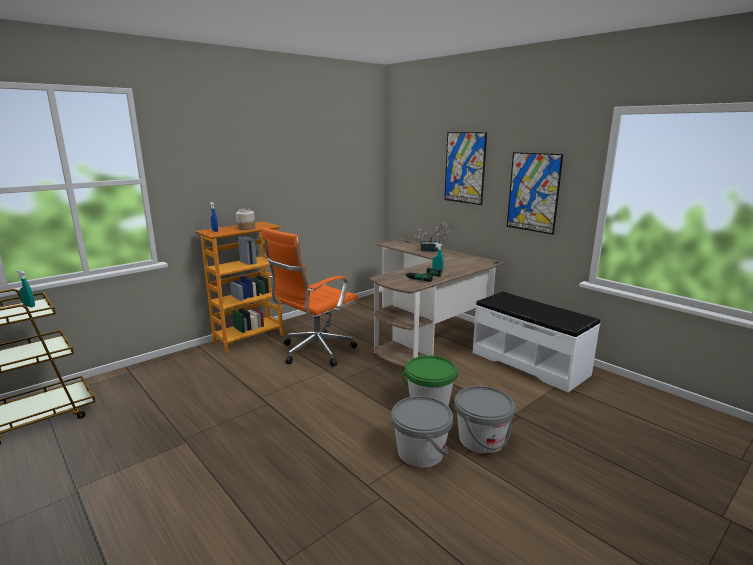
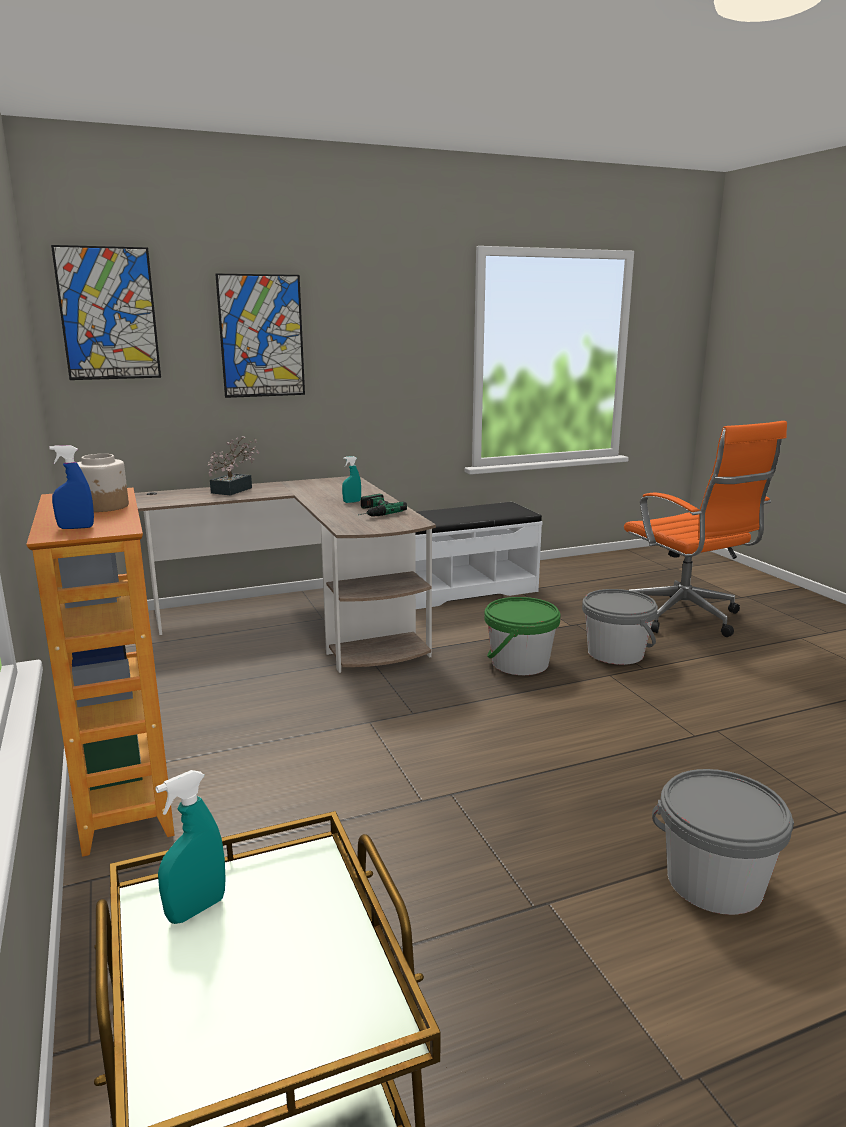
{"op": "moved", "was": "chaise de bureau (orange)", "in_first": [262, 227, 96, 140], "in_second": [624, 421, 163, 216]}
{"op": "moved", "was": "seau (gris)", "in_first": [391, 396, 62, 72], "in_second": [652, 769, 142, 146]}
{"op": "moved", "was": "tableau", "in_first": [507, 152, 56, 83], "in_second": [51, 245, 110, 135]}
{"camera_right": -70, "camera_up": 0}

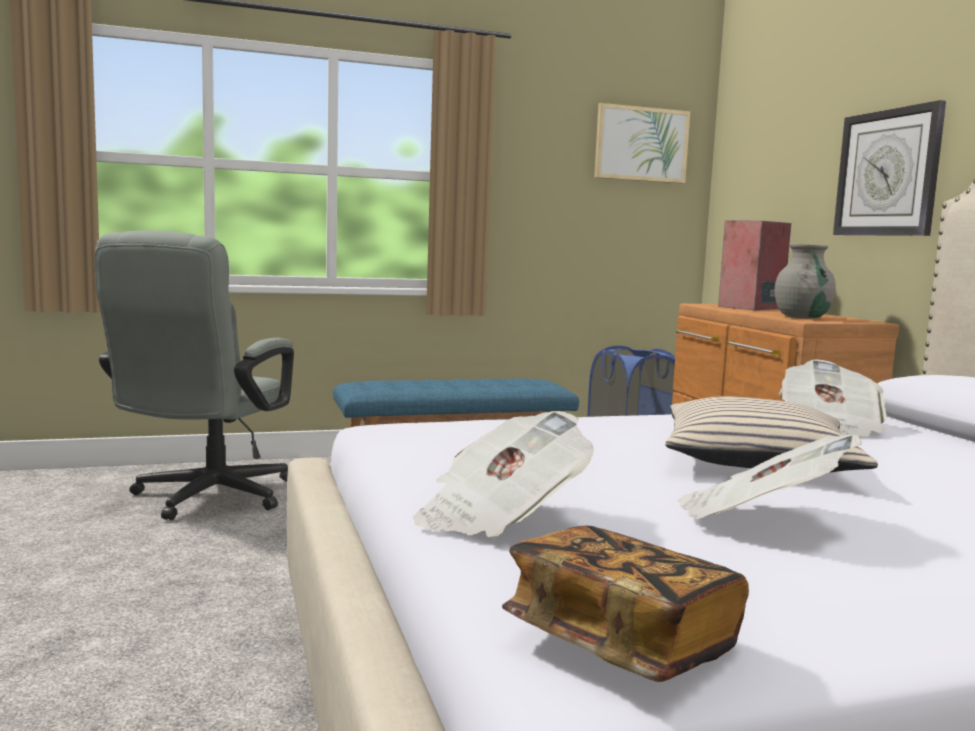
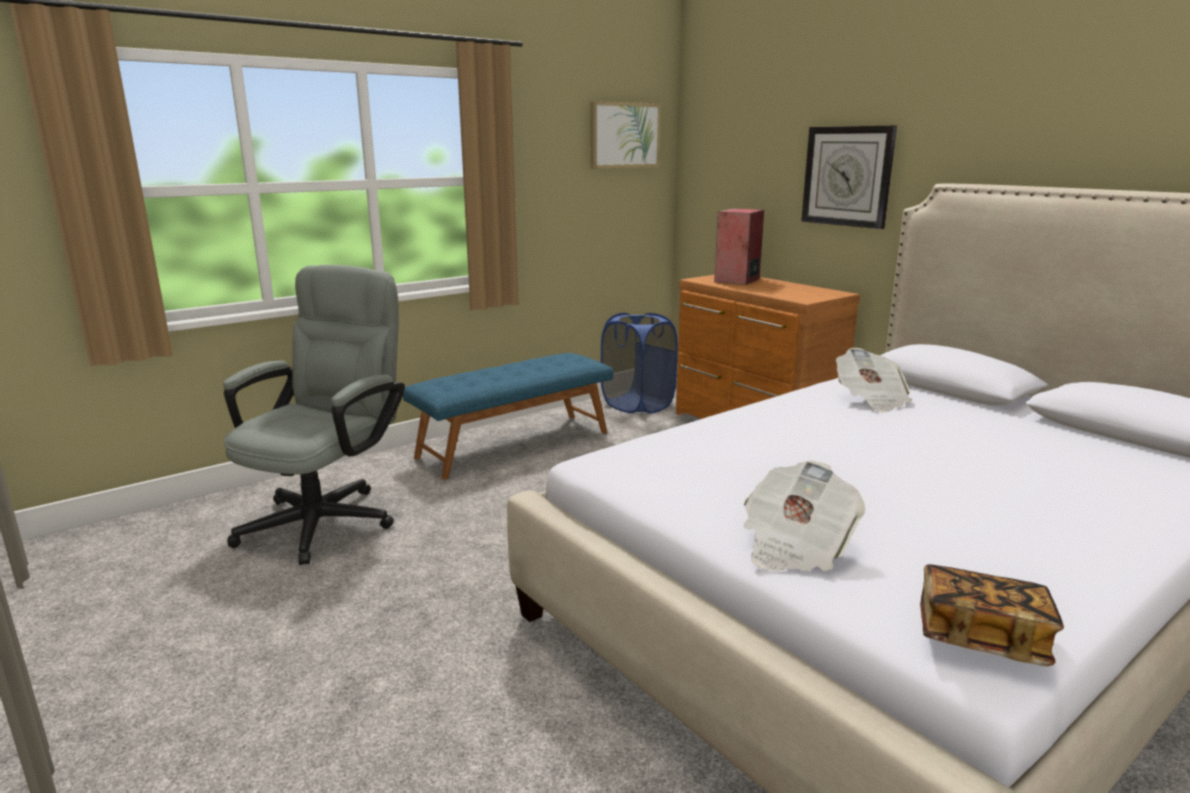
{"op": "removed", "was": "coussin (beige)", "in_first": [665, 396, 213, 77]}
{"op": "removed", "was": "journal", "in_first": [678, 435, 184, 85]}
{"op": "removed", "was": "vase (gris)", "in_first": [775, 244, 61, 75]}
{"op": "turned", "was": "chaise de bureau (gris)", "in_first": [94, 231, 200, 289], "in_second": [223, 265, 182, 300], "clockwise": -150}
{"camera_right": -20, "camera_up": 10}

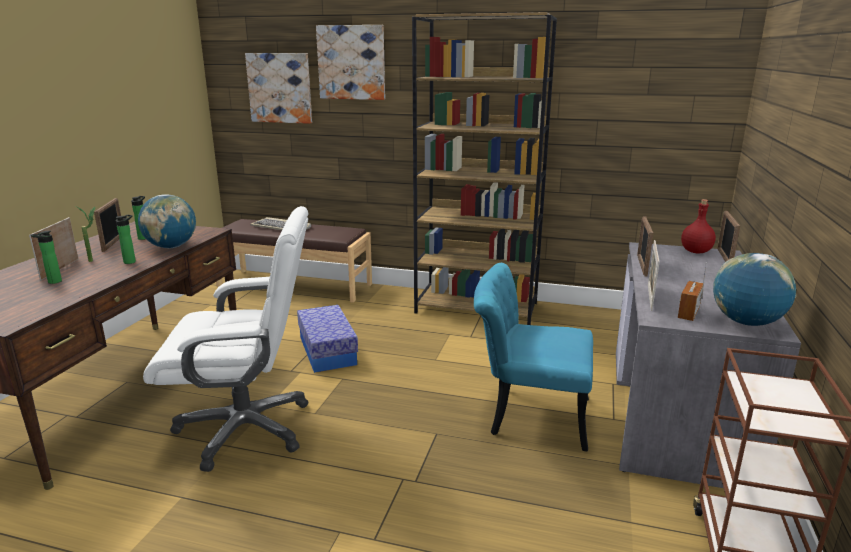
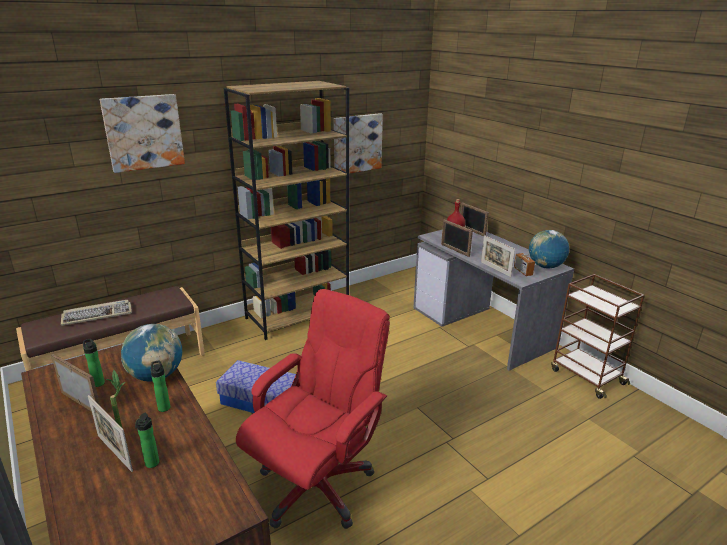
{"op": "removed", "was": "chaise (turquoise)", "in_first": [474, 263, 119, 189]}
{"op": "moved", "was": "tableau", "in_first": [245, 53, 67, 71], "in_second": [334, 113, 49, 60]}
{"op": "recoloured", "was": "chaise de bureau (blanc)", "now": "chaise de bureau (rouge)", "in_first": [143, 206, 165, 266], "in_second": [236, 289, 154, 240]}
{"camera_right": -50, "camera_up": 5}

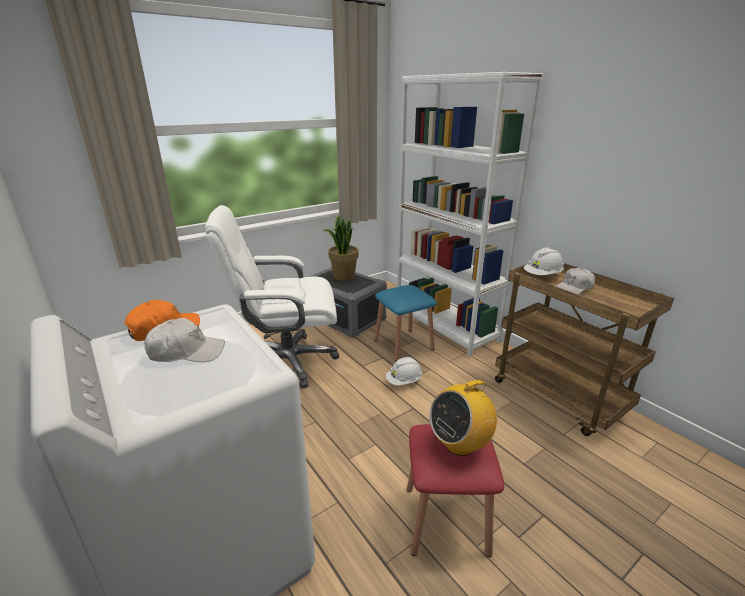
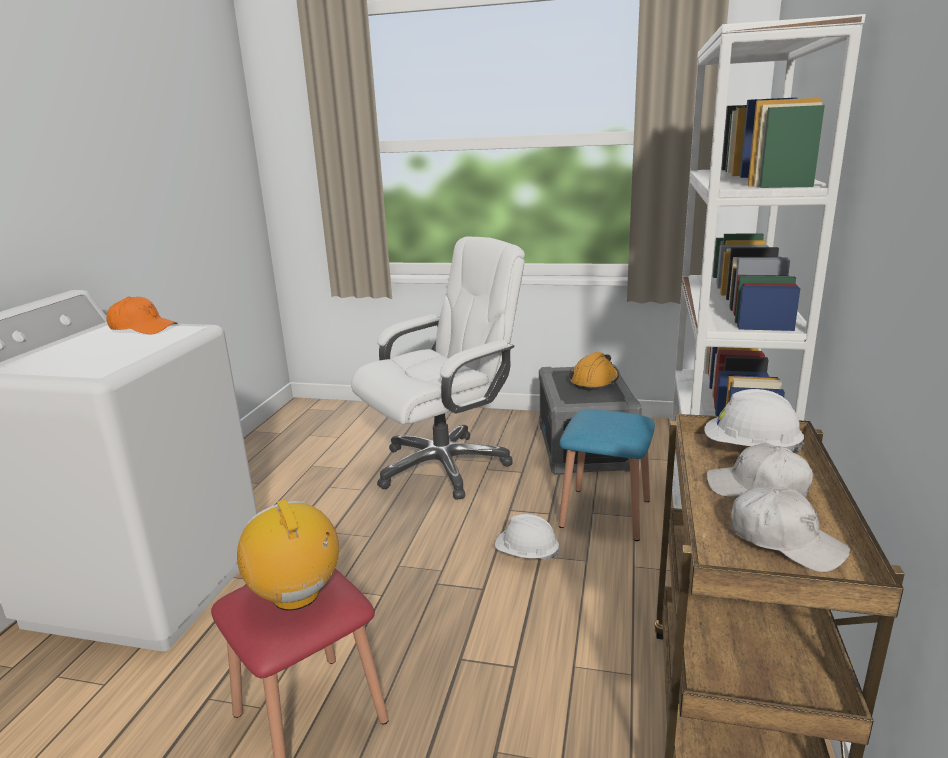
{"op": "moved", "was": "casquette (blanc)", "in_first": [145, 318, 80, 44], "in_second": [731, 486, 120, 86]}
{"op": "replaced", "was": "plante en pot", "now": "casque de chantier (orange)", "in_first": [324, 216, 35, 65], "in_second": [569, 352, 50, 39]}
{"op": "turned", "was": "chaise de bureau (blanc)", "in_first": [205, 205, 134, 183], "in_second": [351, 236, 174, 264], "clockwise": 105}
{"op": "turned", "was": "radio", "in_first": [429, 375, 68, 81], "in_second": [237, 499, 102, 112], "clockwise": 45}
{"camera_right": 50, "camera_up": -5}

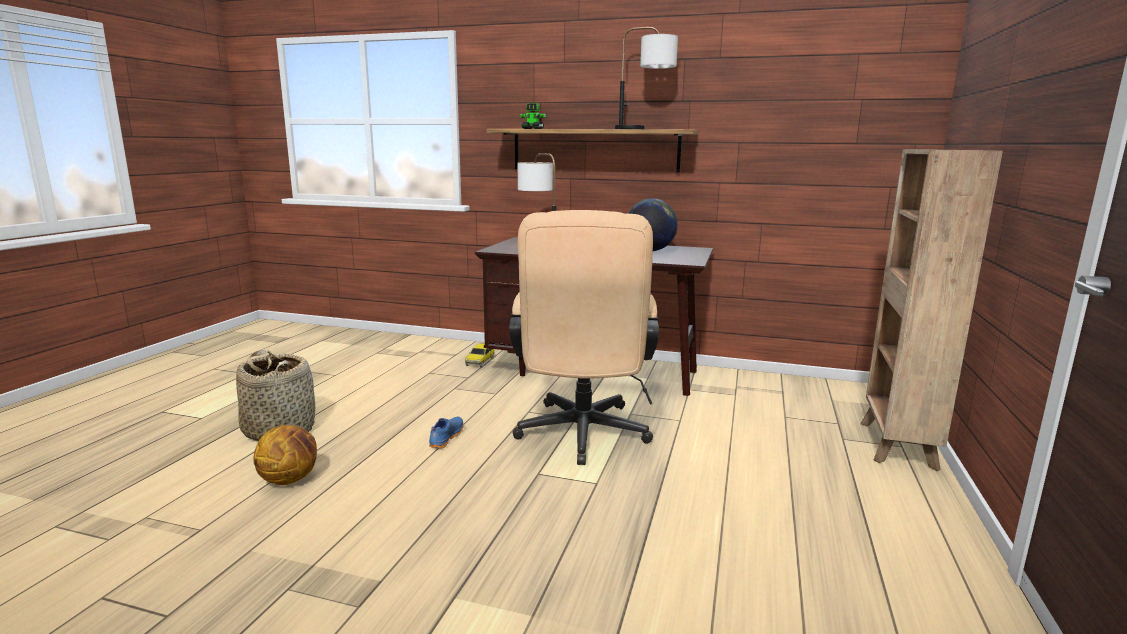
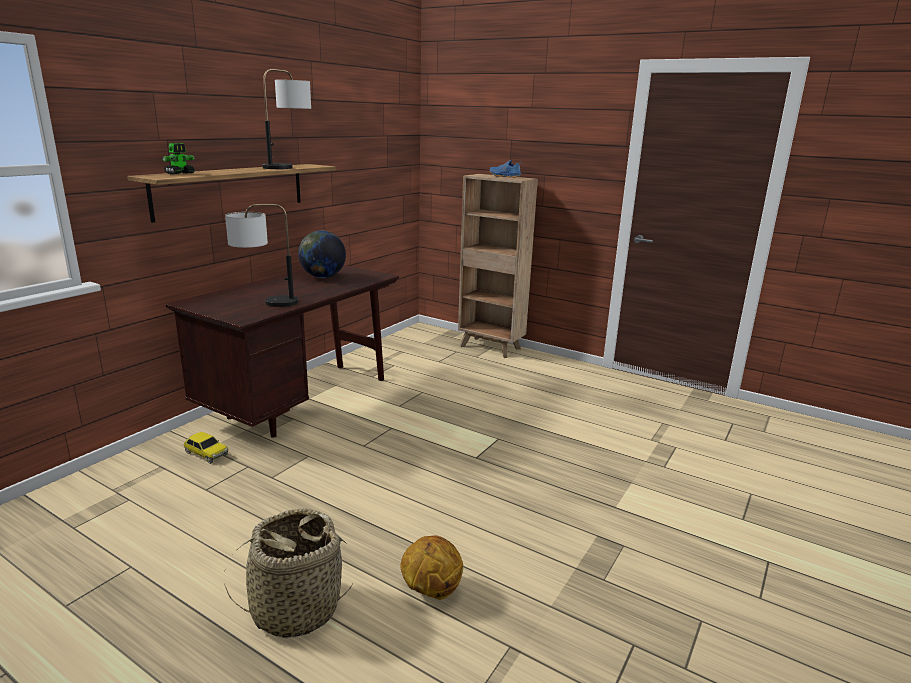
{"op": "removed", "was": "chaise de bureau (beige)", "in_first": [509, 210, 150, 255]}
{"op": "moved", "was": "chaussure (bleu)", "in_first": [429, 417, 34, 32], "in_second": [490, 160, 32, 18]}
{"camera_right": -75, "camera_up": 5}

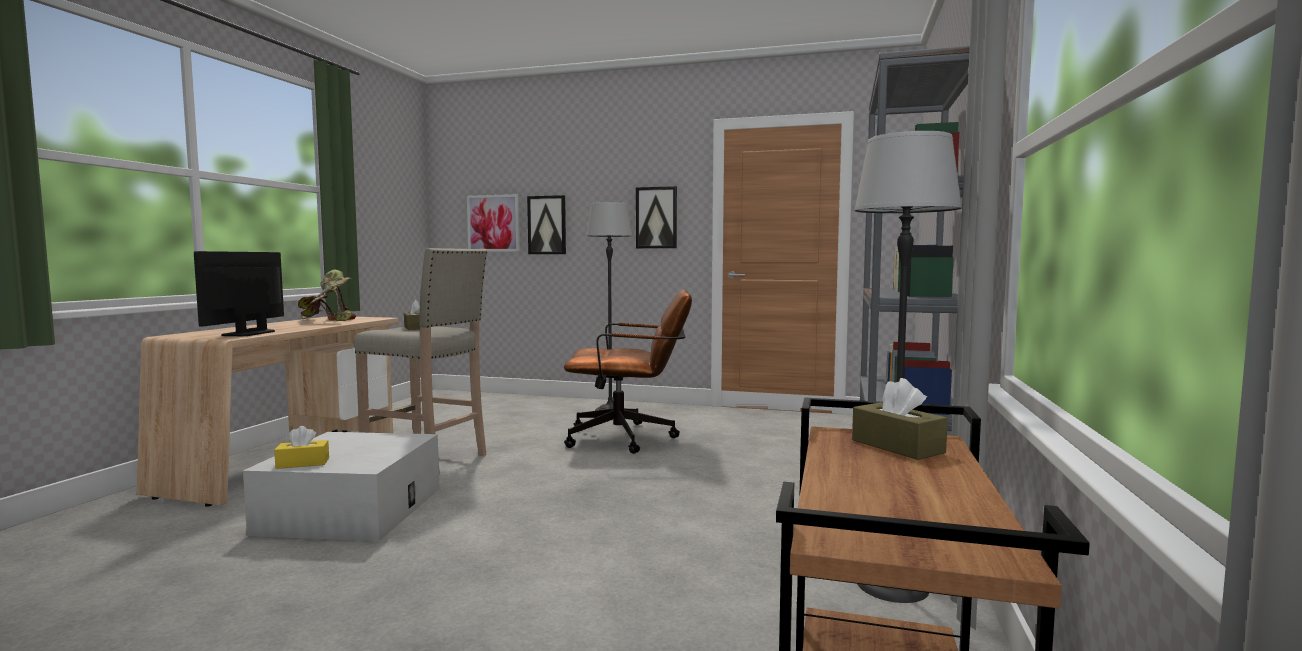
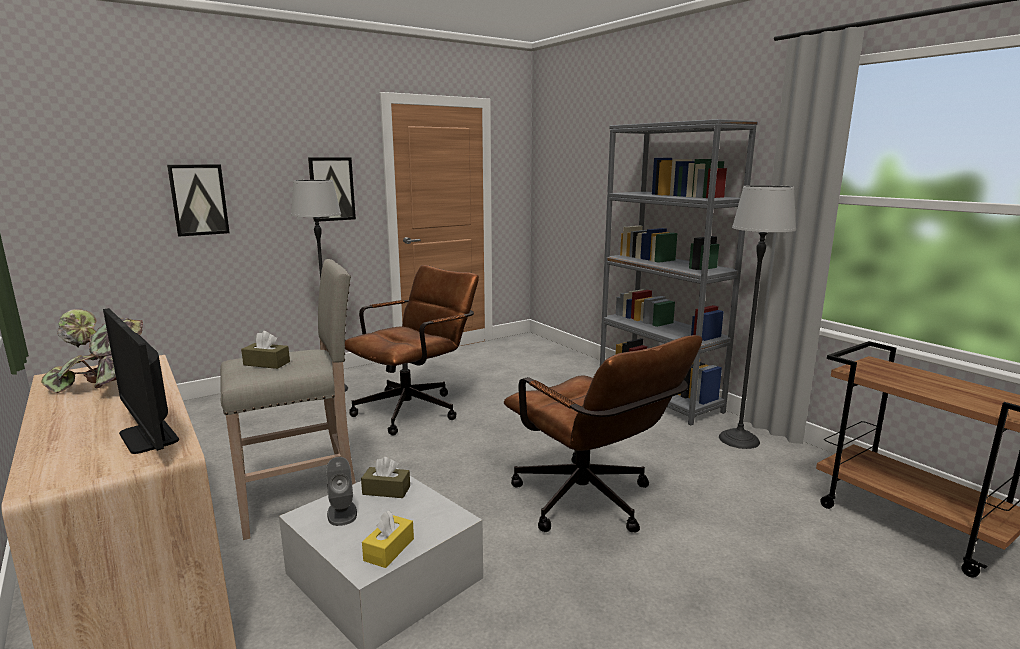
{"op": "removed", "was": "tableau", "in_first": [467, 194, 53, 58]}
{"op": "added", "now": "enceinte (gris)", "in_second": [326, 457, 31, 69]}
{"op": "added", "now": "chaise de bureau (marron)", "in_second": [504, 335, 198, 198]}
{"op": "moved", "was": "boîte à mouchoirs (marron)", "in_first": [852, 378, 96, 82], "in_second": [361, 457, 49, 41]}
{"camera_right": -50, "camera_up": 10}

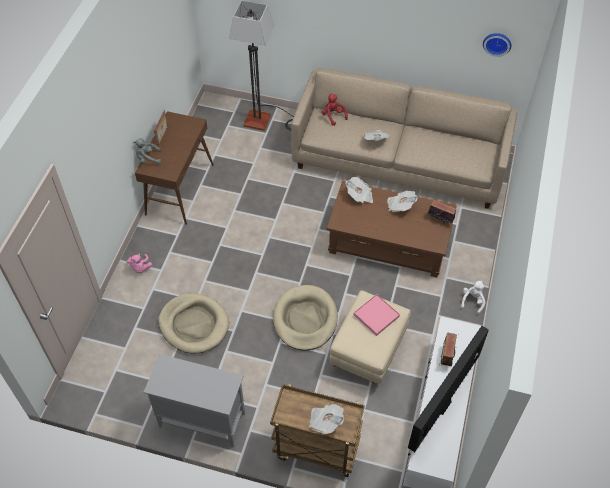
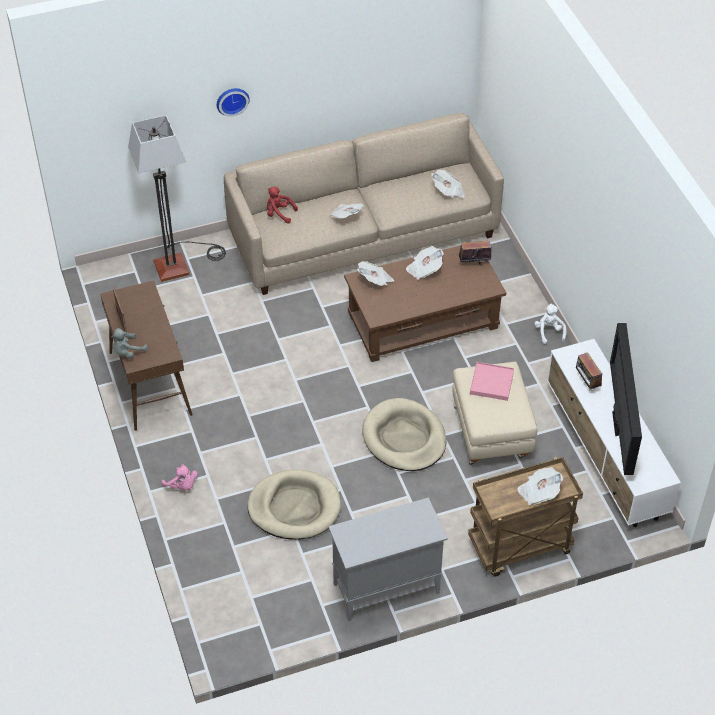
{"op": "added", "now": "journal", "in_second": [431, 170, 34, 28]}
{"op": "moved", "was": "horloge murale", "in_first": [483, 33, 29, 24], "in_second": [217, 88, 33, 29]}
{"camera_right": -35, "camera_up": -5}

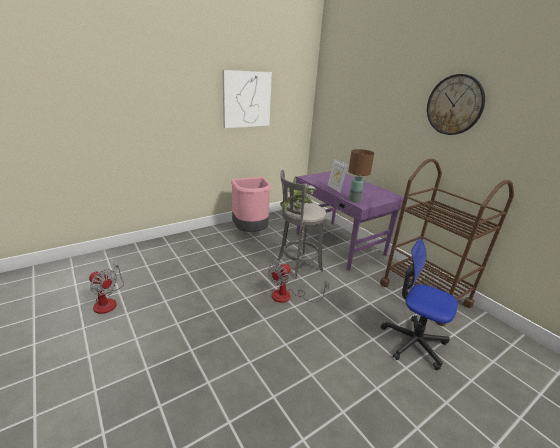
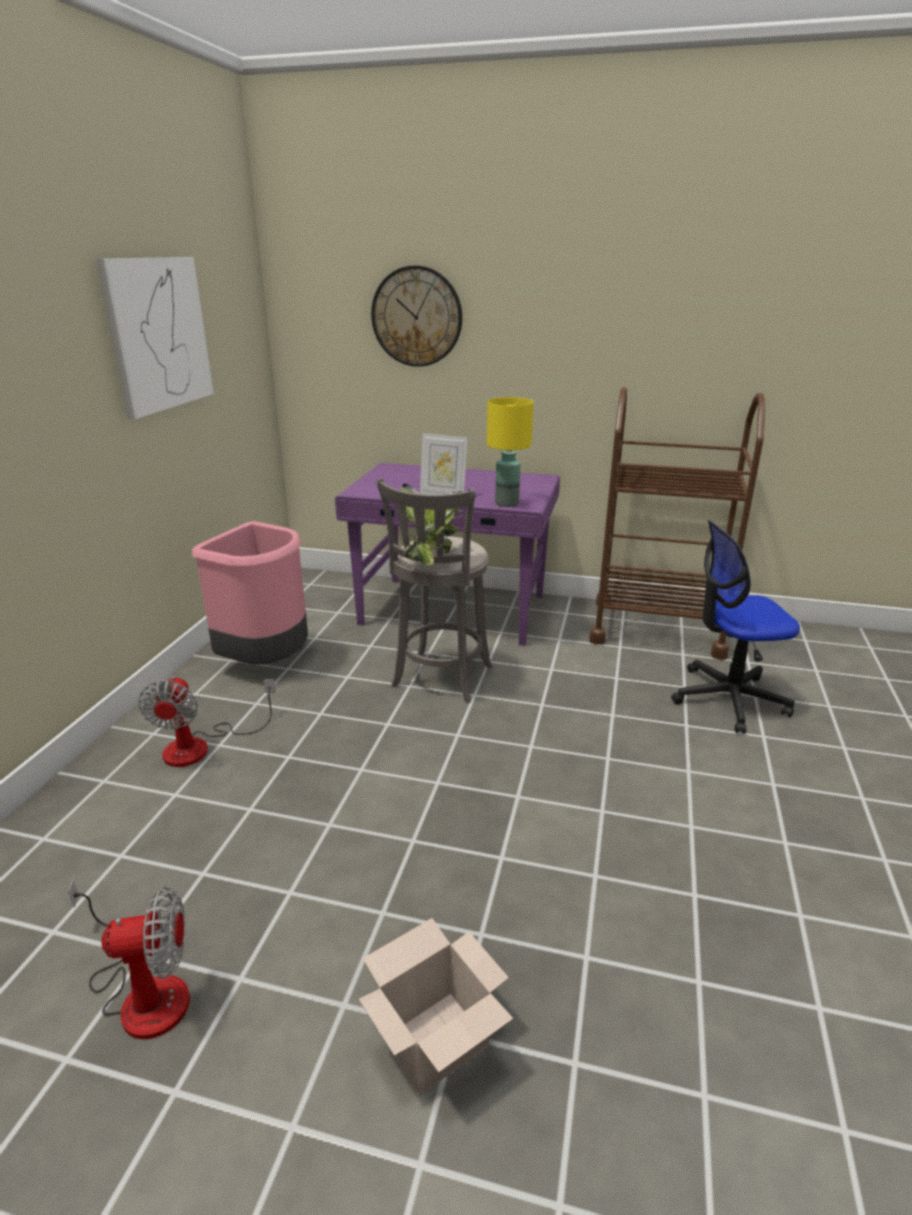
{"op": "added", "now": "carton", "in_second": [359, 918, 154, 178]}
{"op": "moved", "was": "ventilateur", "in_first": [268, 263, 61, 40], "in_second": [138, 676, 138, 91]}
{"op": "moved", "was": "horloge murale", "in_first": [427, 74, 58, 61], "in_second": [371, 265, 91, 102]}
{"op": "recoloured", "was": "lampe de table (marron)", "now": "lampe de table (jaune)", "in_first": [348, 149, 26, 53], "in_second": [487, 397, 46, 110]}
{"camera_right": -40, "camera_up": 0}

